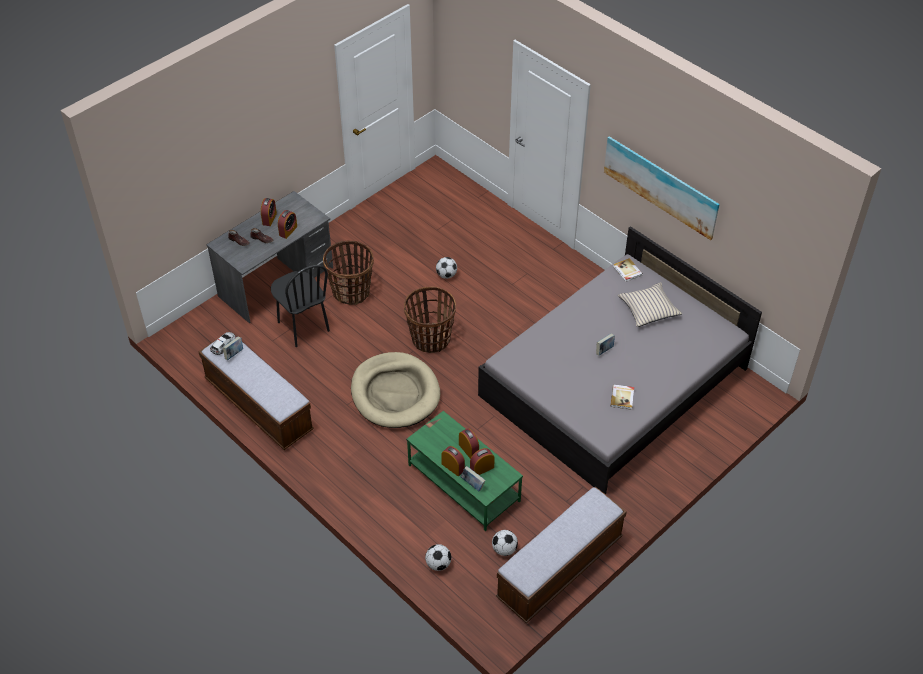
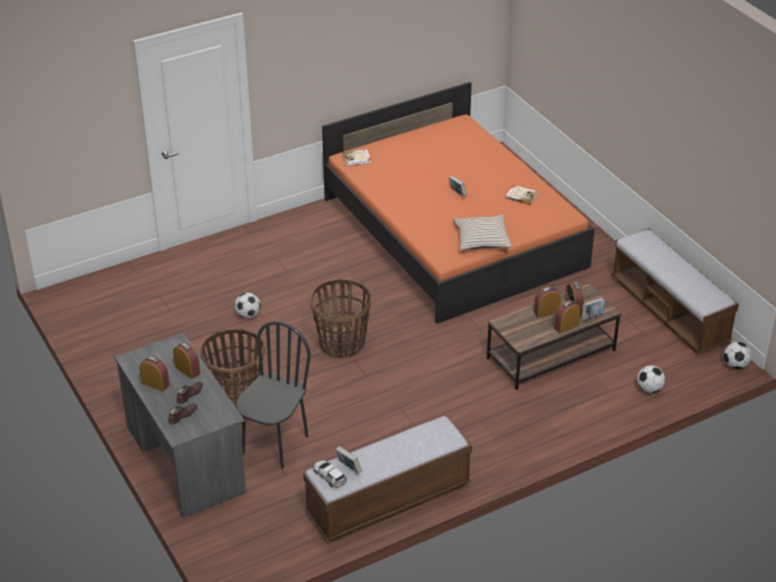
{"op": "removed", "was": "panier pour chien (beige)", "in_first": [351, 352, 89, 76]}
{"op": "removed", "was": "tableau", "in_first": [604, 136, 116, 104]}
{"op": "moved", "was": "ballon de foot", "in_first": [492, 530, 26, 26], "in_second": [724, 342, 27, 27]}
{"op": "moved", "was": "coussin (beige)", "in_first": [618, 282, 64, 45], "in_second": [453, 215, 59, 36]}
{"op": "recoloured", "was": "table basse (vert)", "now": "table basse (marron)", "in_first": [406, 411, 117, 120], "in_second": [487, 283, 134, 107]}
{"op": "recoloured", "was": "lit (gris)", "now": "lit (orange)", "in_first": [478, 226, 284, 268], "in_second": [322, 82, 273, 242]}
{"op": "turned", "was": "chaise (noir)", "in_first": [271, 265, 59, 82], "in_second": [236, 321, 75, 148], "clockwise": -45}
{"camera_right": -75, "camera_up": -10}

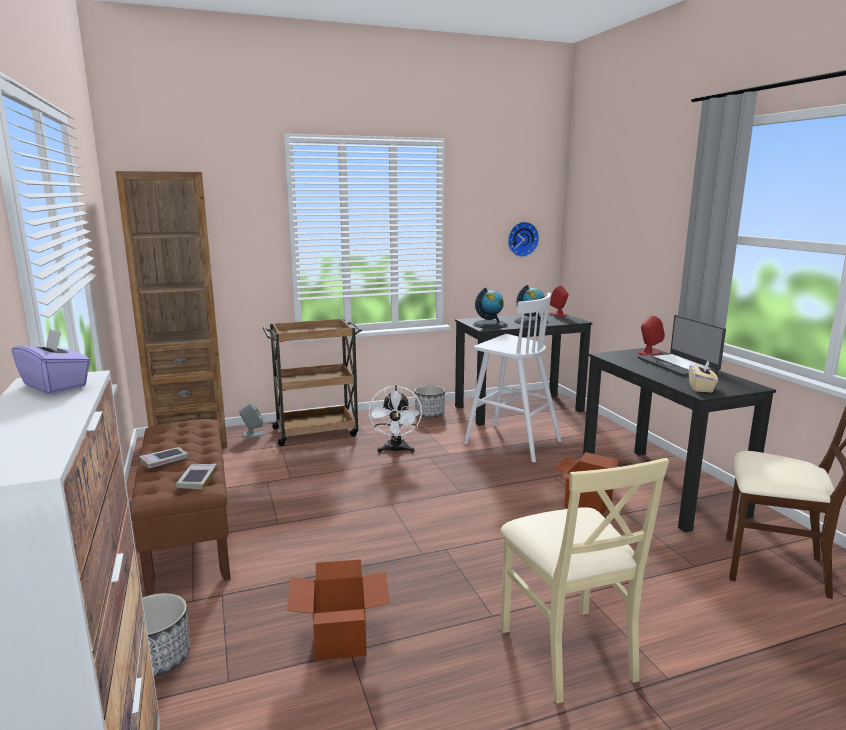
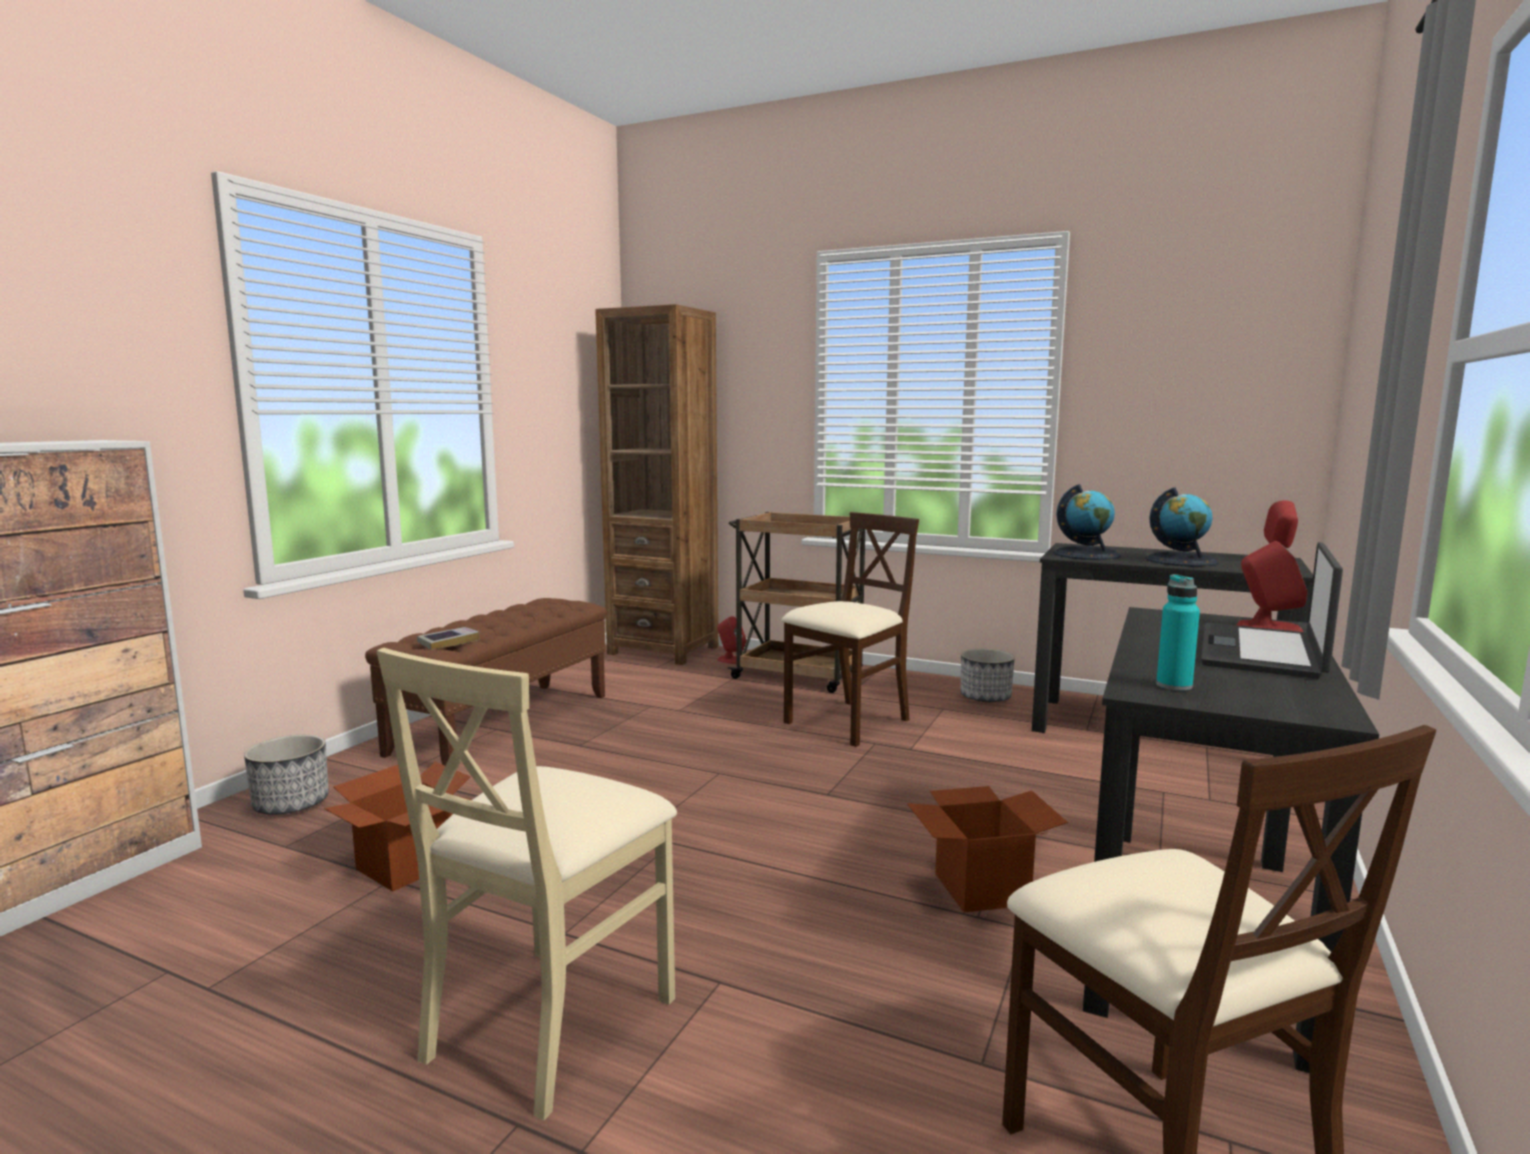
{"op": "removed", "was": "boîte à mouchoirs (violet)", "in_first": [11, 329, 79, 65]}
{"op": "removed", "was": "livre", "in_first": [139, 447, 50, 22]}
{"op": "removed", "was": "tabouret (blanc)", "in_first": [464, 293, 98, 169]}
{"op": "removed", "was": "horloge murale", "in_first": [508, 222, 31, 35]}
{"op": "replaced", "was": "ventilateur (blanc)", "now": "chaise (beige)", "in_first": [368, 385, 54, 68], "in_second": [781, 512, 138, 235]}
{"op": "replaced", "was": "boîte à mouchoirs (beige)", "now": "bouteille (turquoise)", "in_first": [689, 361, 29, 32], "in_second": [1156, 574, 44, 117]}
{"op": "recoloured", "was": "enceinte (gris)", "now": "enceinte (rouge)", "in_first": [239, 403, 26, 35], "in_second": [717, 616, 30, 48]}
{"camera_right": 45, "camera_up": -5}

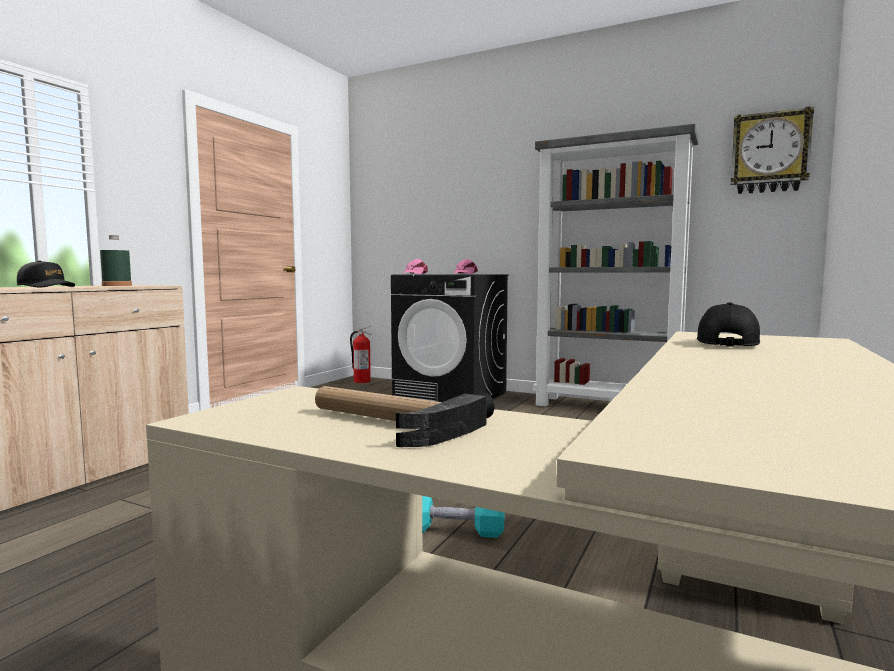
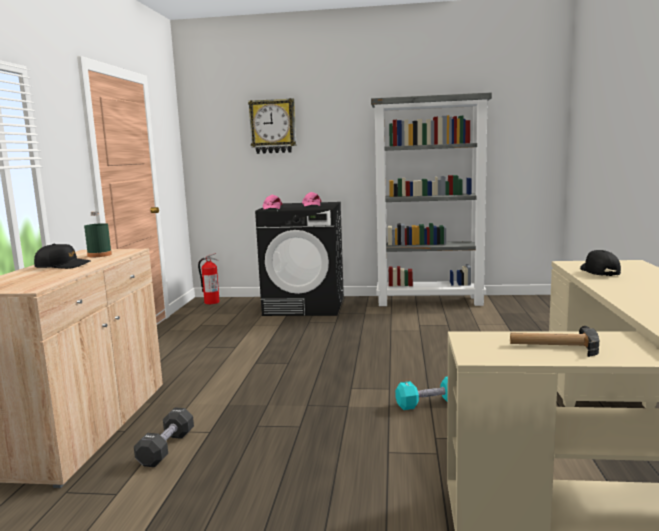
{"op": "added", "now": "haltère (noir)", "in_second": [134, 408, 60, 59]}
{"op": "moved", "was": "horloge murale", "in_first": [731, 106, 83, 88], "in_second": [248, 98, 48, 56]}
{"camera_right": -20, "camera_up": 5}

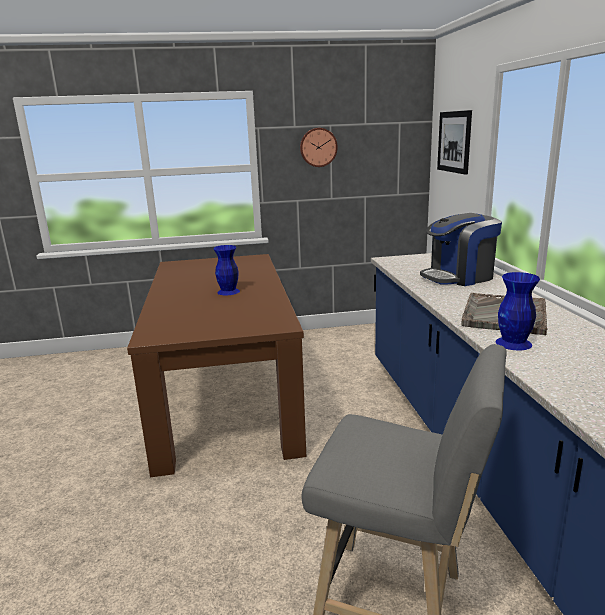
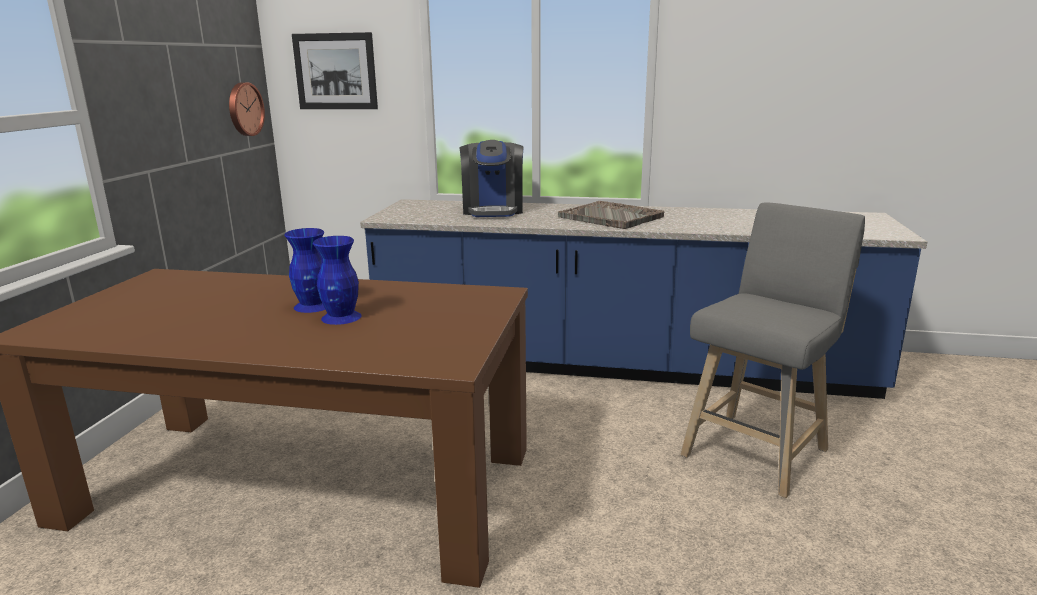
{"op": "moved", "was": "horloge murale", "in_first": [300, 128, 38, 39], "in_second": [229, 82, 36, 54]}
{"op": "moved", "was": "vase (bleu)", "in_first": [496, 272, 44, 78], "in_second": [313, 236, 48, 89]}
{"camera_right": -70, "camera_up": 0}

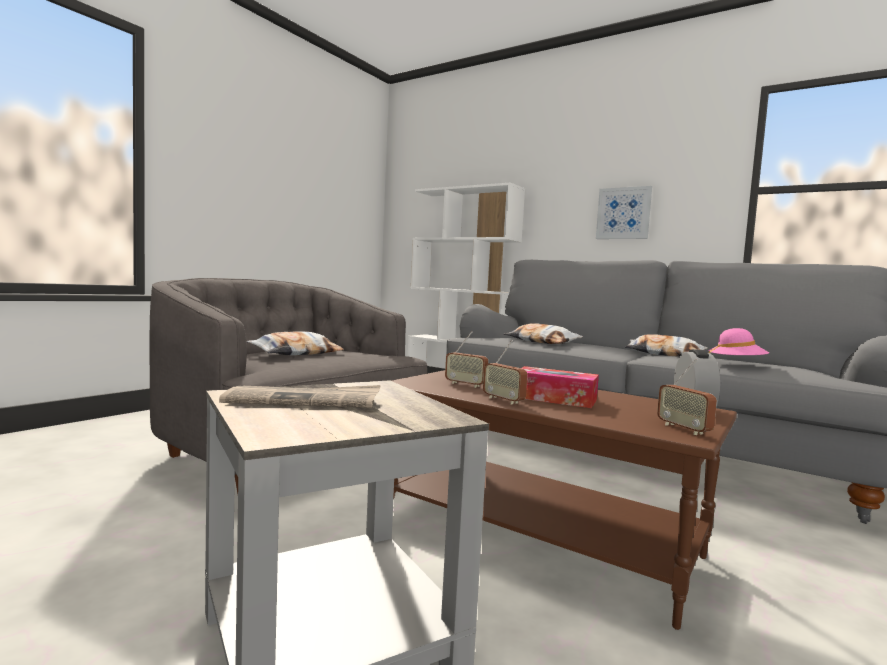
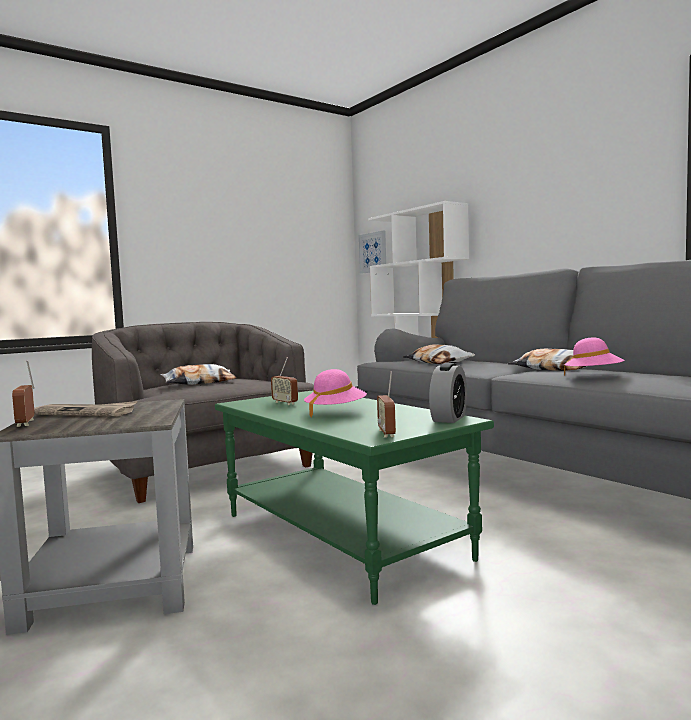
{"op": "moved", "was": "radio", "in_first": [483, 340, 44, 64], "in_second": [12, 360, 23, 67]}
{"op": "moved", "was": "tableau", "in_first": [596, 186, 56, 53], "in_second": [359, 231, 27, 43]}
{"op": "replaced", "was": "boîte à mouchoirs", "now": "chapeau (rose)", "in_first": [522, 366, 77, 42], "in_second": [304, 369, 63, 48]}
{"op": "recoloured", "was": "table basse (marron)", "now": "table basse (vert)", "in_first": [391, 370, 346, 260], "in_second": [215, 390, 279, 215]}
{"camera_right": 20, "camera_up": 0}

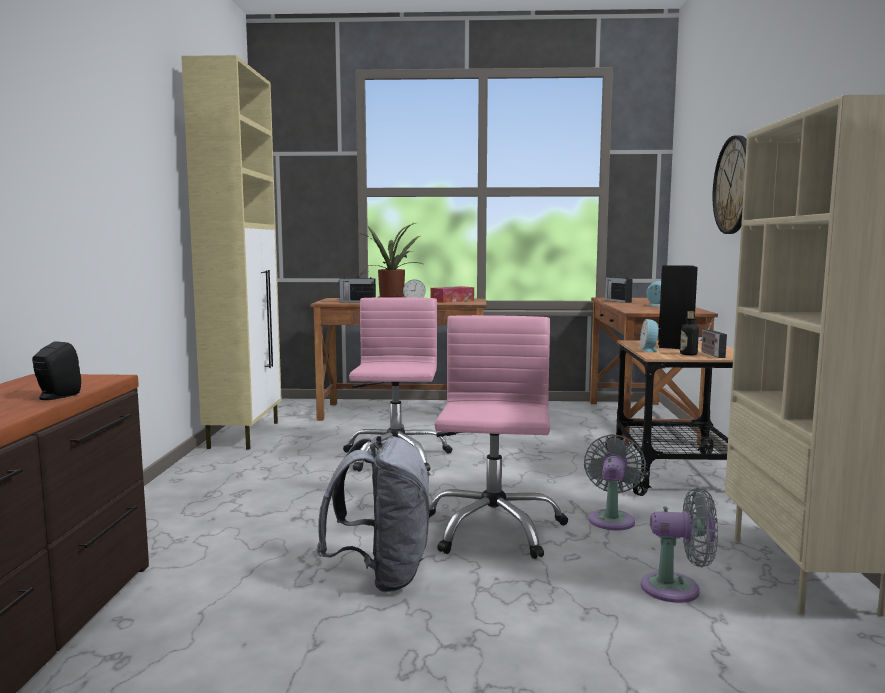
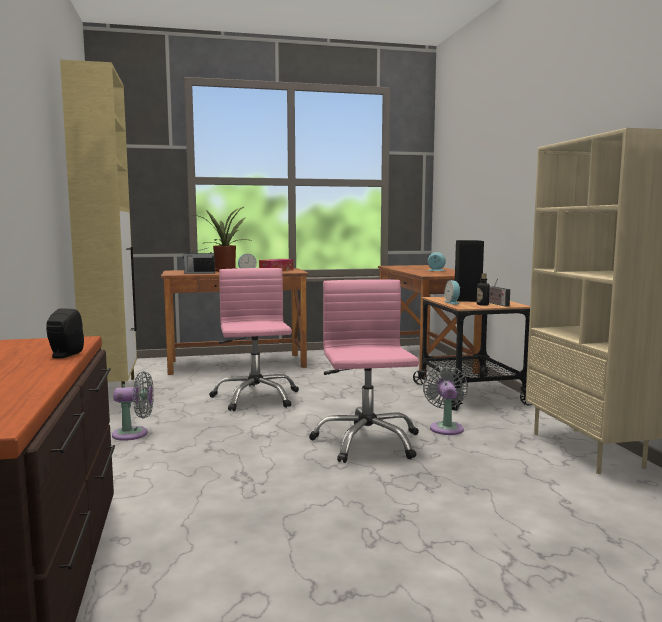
{"op": "removed", "was": "sac à dos (gris)", "in_first": [317, 436, 114, 156]}
{"op": "removed", "was": "radio", "in_first": [605, 271, 28, 32]}
{"op": "removed", "was": "horloge murale", "in_first": [713, 135, 34, 99]}
{"op": "moved", "was": "ventilateur (gris)", "in_first": [641, 488, 77, 115], "in_second": [112, 371, 42, 70]}
{"camera_right": -15, "camera_up": 0}

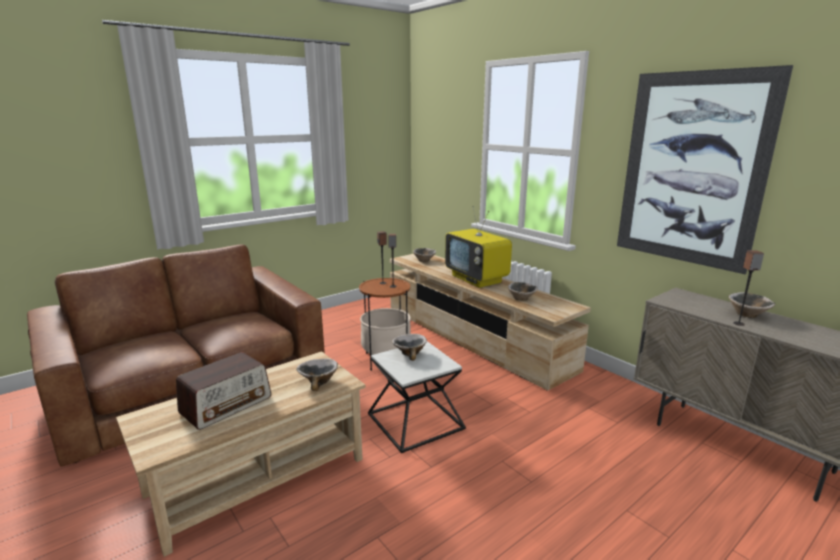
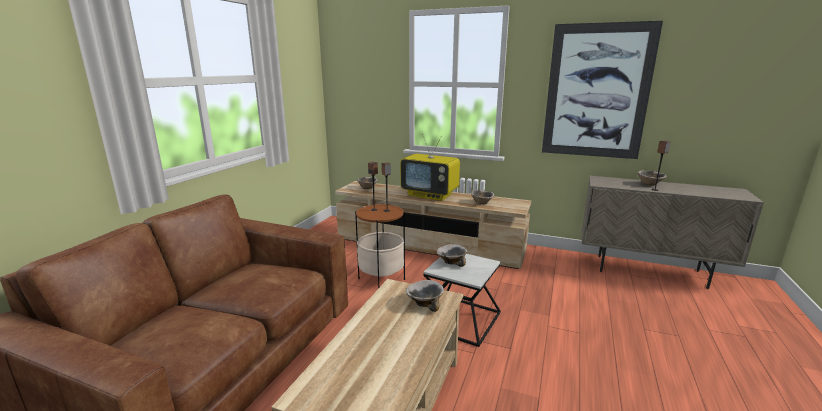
{"op": "removed", "was": "radio", "in_first": [176, 352, 95, 78]}
{"camera_right": -30, "camera_up": 0}

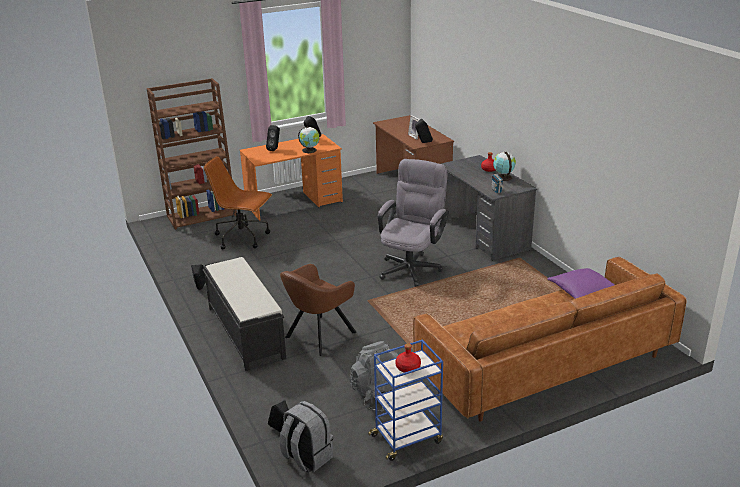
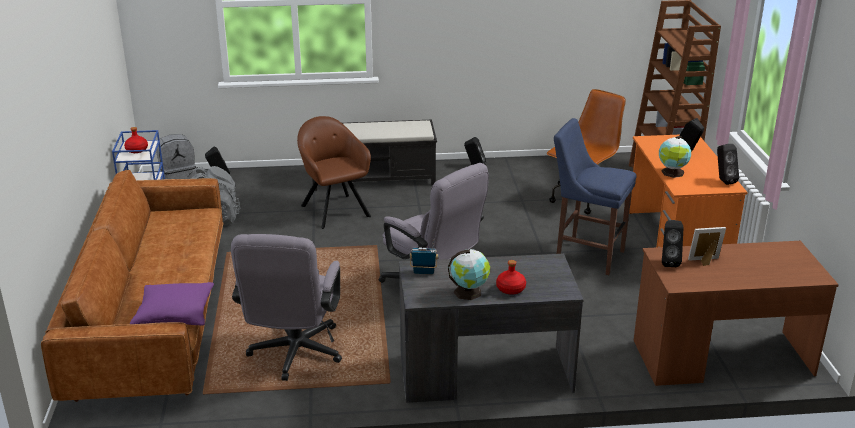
{"op": "added", "now": "chaise de bureau (gris)", "in_second": [231, 234, 111, 147]}
{"op": "added", "now": "tabouret (bleu)", "in_second": [554, 118, 83, 157]}
{"camera_right": 110, "camera_up": 0}

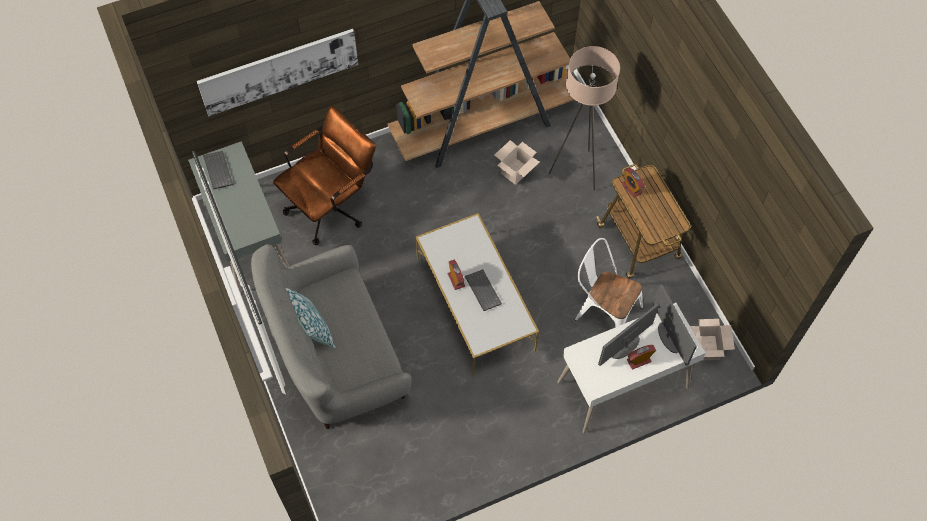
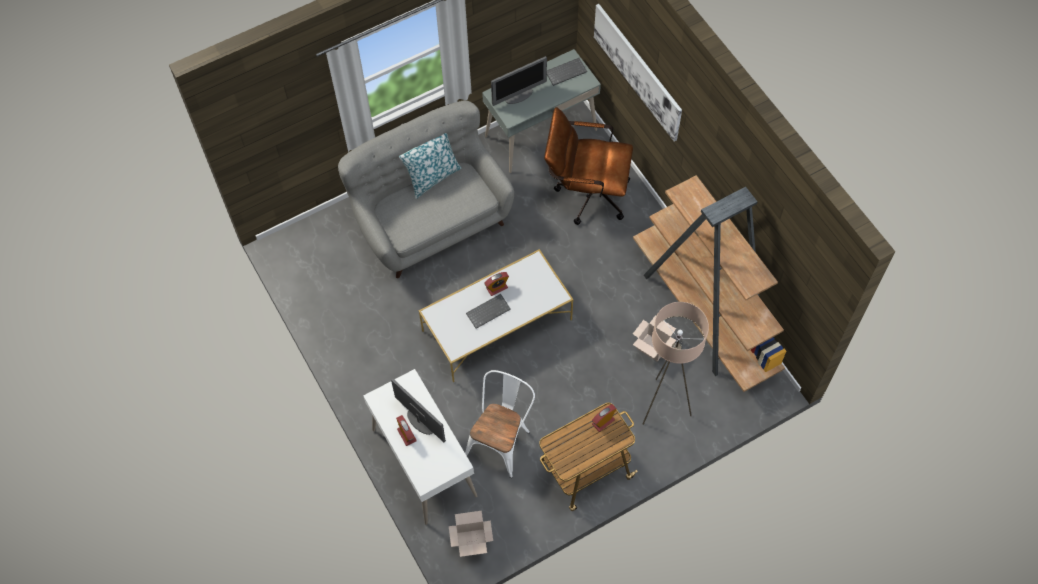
{"op": "moved", "was": "écran d'ordinateur", "in_first": [653, 284, 44, 82], "in_second": [491, 56, 56, 50]}
{"op": "turned", "was": "chaise de bureau (marron)", "in_first": [273, 105, 103, 140], "in_second": [544, 107, 89, 118], "clockwise": 150}
{"camera_right": 85, "camera_up": 0}

